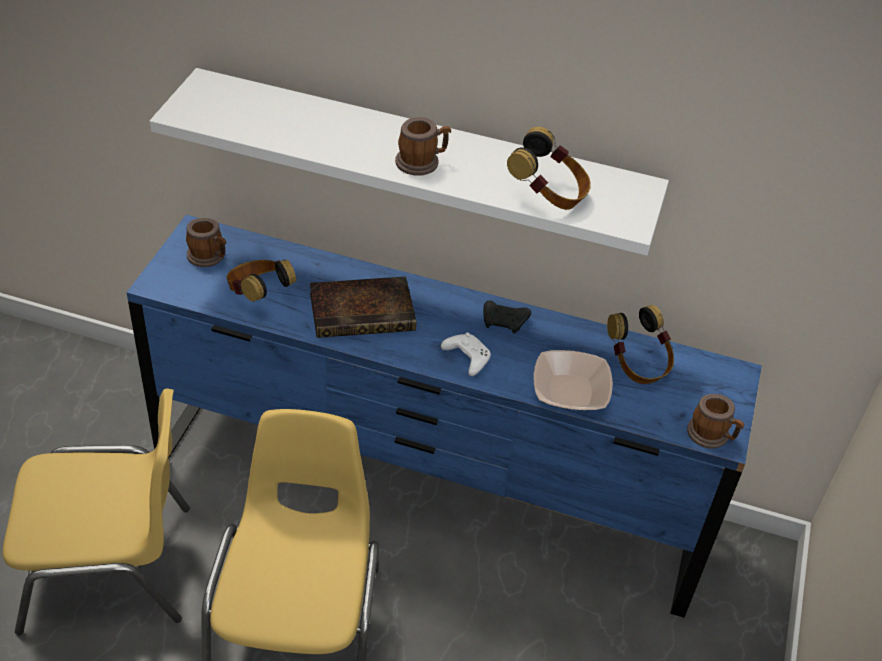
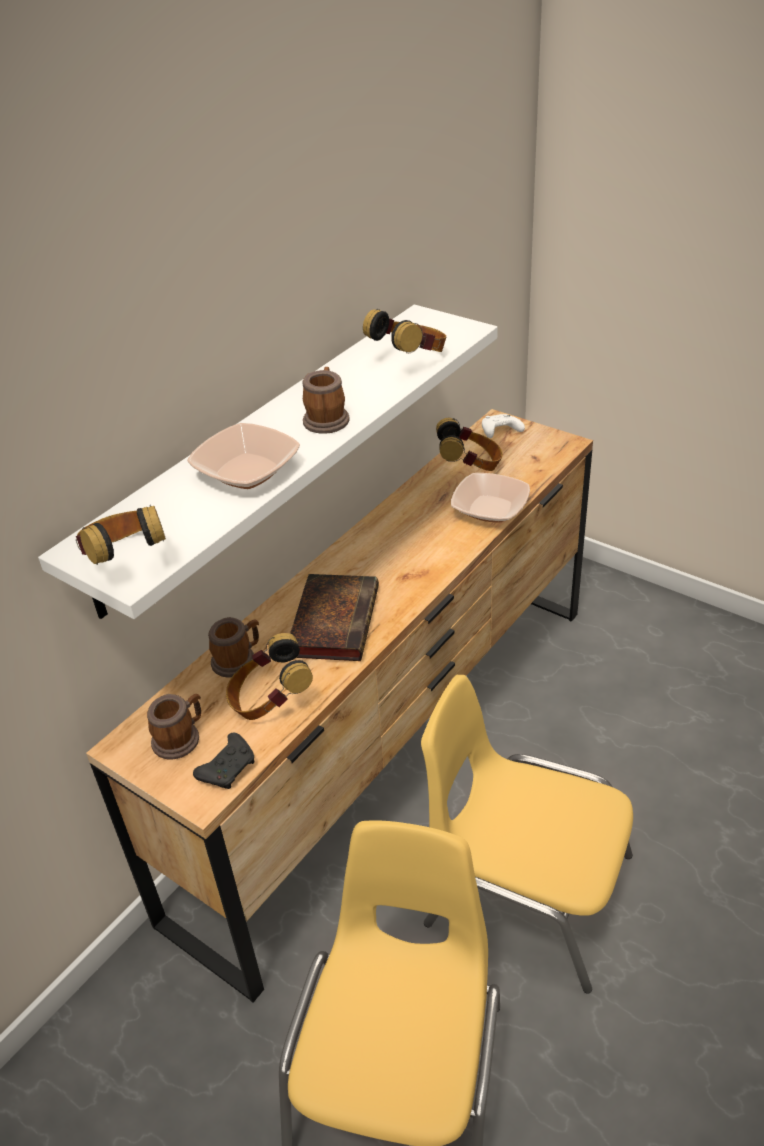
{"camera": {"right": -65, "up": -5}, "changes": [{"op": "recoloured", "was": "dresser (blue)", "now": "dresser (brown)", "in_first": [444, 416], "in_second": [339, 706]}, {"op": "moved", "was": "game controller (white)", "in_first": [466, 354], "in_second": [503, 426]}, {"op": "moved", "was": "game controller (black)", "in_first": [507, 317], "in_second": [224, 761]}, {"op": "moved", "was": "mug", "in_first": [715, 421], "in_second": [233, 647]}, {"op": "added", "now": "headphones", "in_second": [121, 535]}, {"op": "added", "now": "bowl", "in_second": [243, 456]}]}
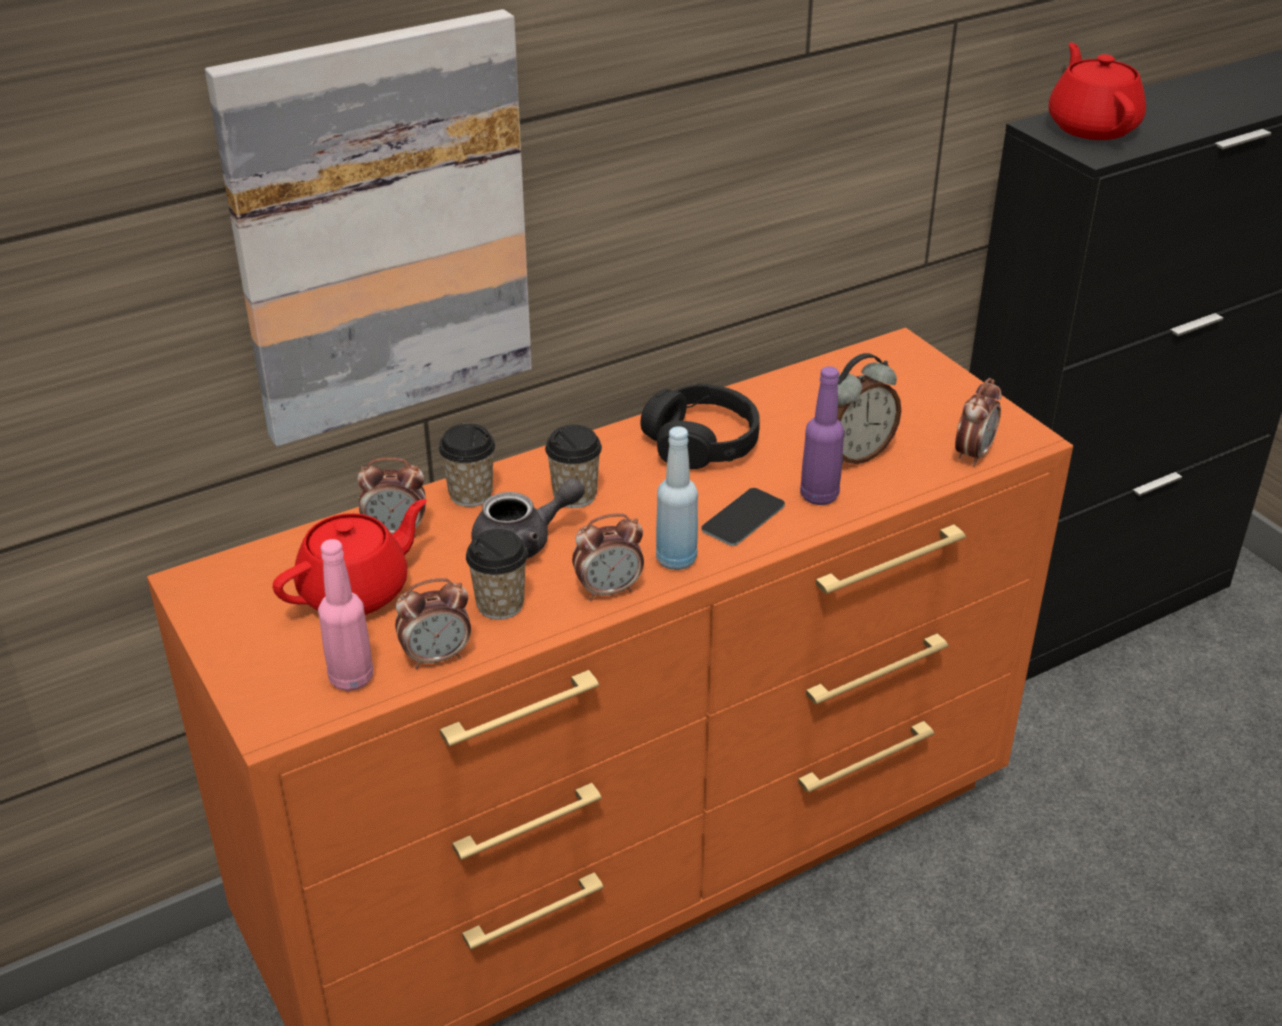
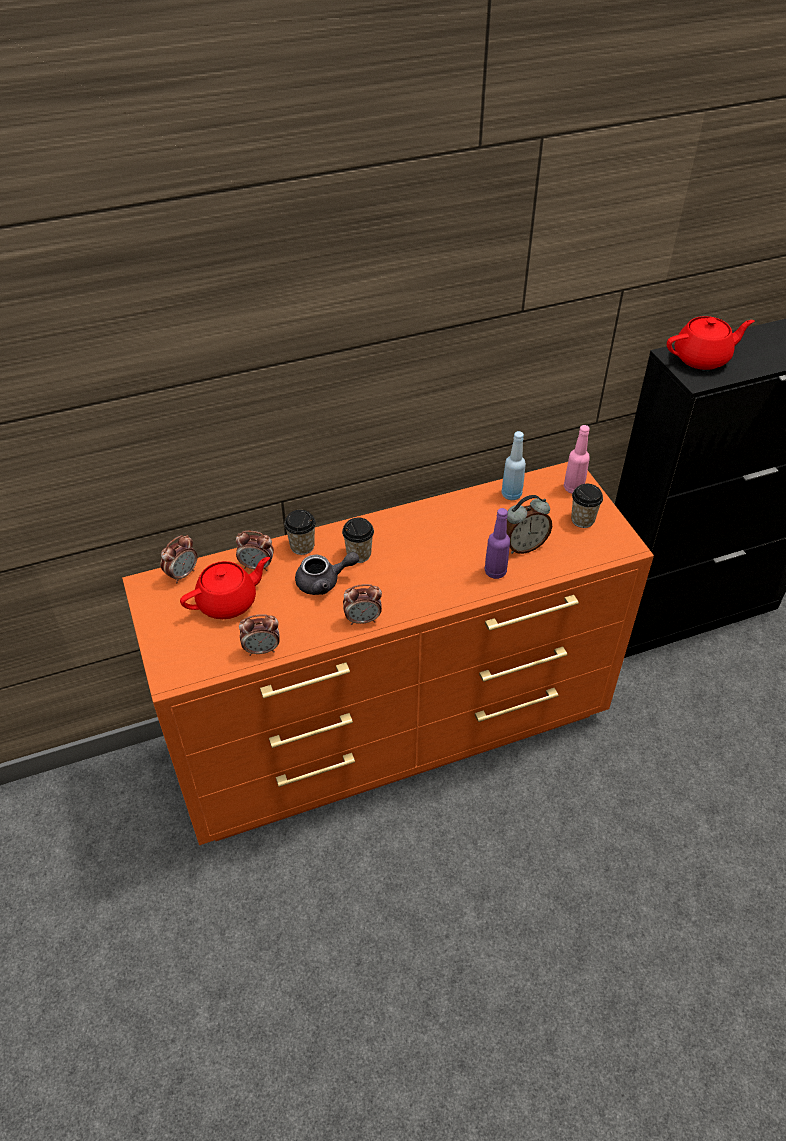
{"camera": {"right": 10, "up": 10}, "changes": [{"op": "removed", "was": "picture", "in_first": [368, 227]}, {"op": "moved", "was": "bottle (pink)", "in_first": [345, 615], "in_second": [577, 459]}, {"op": "moved", "was": "cup", "in_first": [497, 574], "in_second": [587, 506]}, {"op": "removed", "was": "headphones (black)", "in_first": [700, 426]}, {"op": "moved", "was": "bottle (blue)", "in_first": [677, 498], "in_second": [513, 465]}, {"op": "removed", "was": "phone", "in_first": [743, 517]}, {"op": "moved", "was": "alarm clock", "in_first": [978, 422], "in_second": [178, 559]}, {"op": "turned", "was": "teapot (red)", "in_first": [1097, 91], "in_second": [711, 343], "clockwise": 75}]}
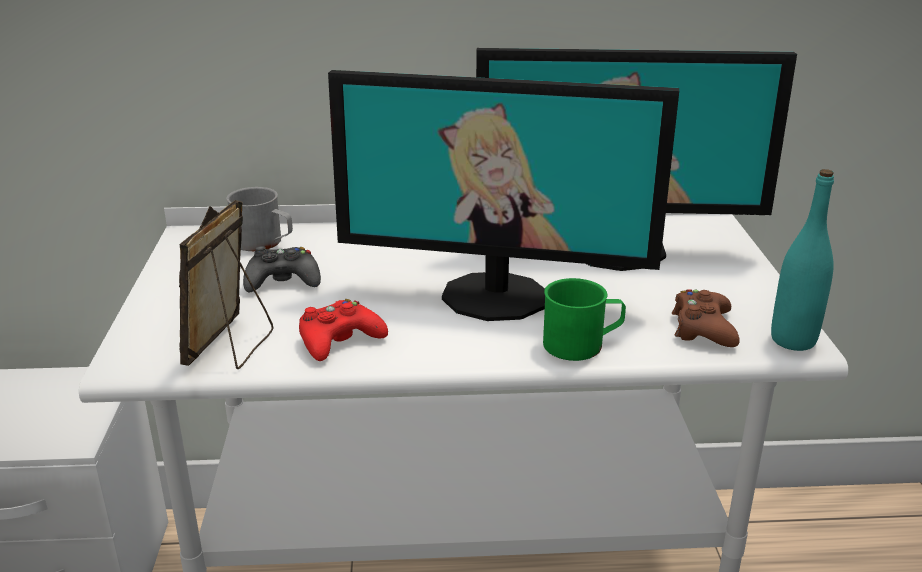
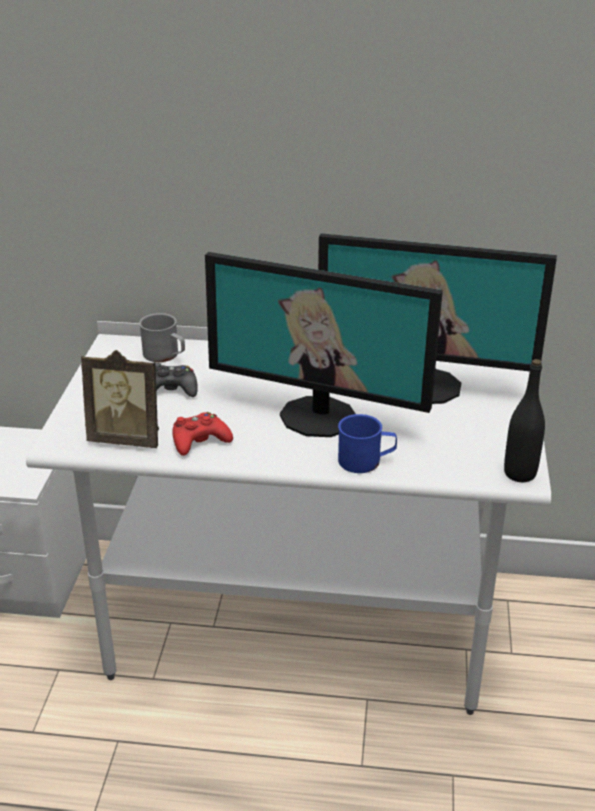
{"camera": {"right": 10, "up": 5}, "changes": [{"op": "turned", "was": "picture frame", "in_first": [226, 284], "in_second": [120, 399], "clockwise": -105}, {"op": "recoloured", "was": "mug (green)", "now": "mug (blue)", "in_first": [584, 319], "in_second": [367, 443]}, {"op": "removed", "was": "game controller (brown)", "in_first": [706, 318]}, {"op": "recoloured", "was": "bottle (turquoise)", "now": "bottle (black)", "in_first": [802, 260], "in_second": [524, 420]}]}
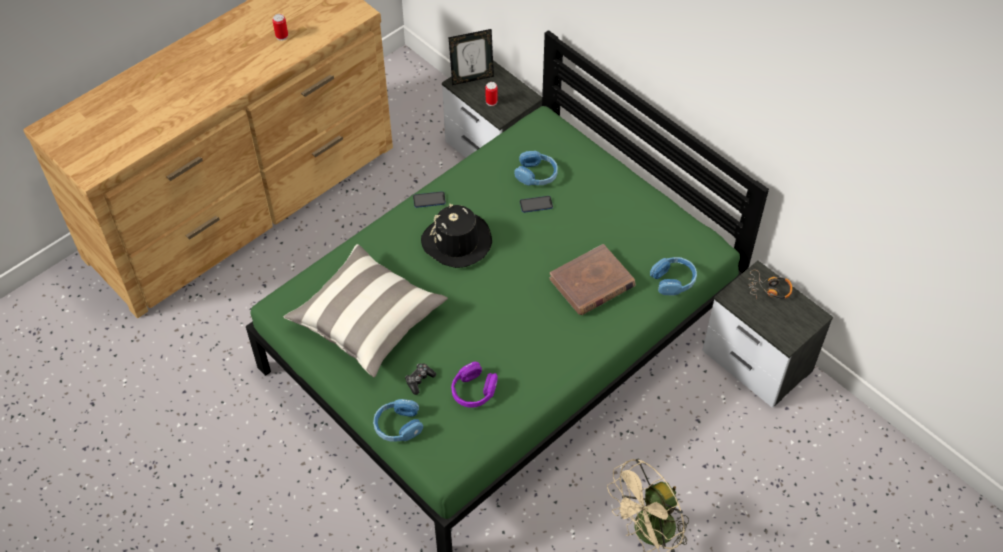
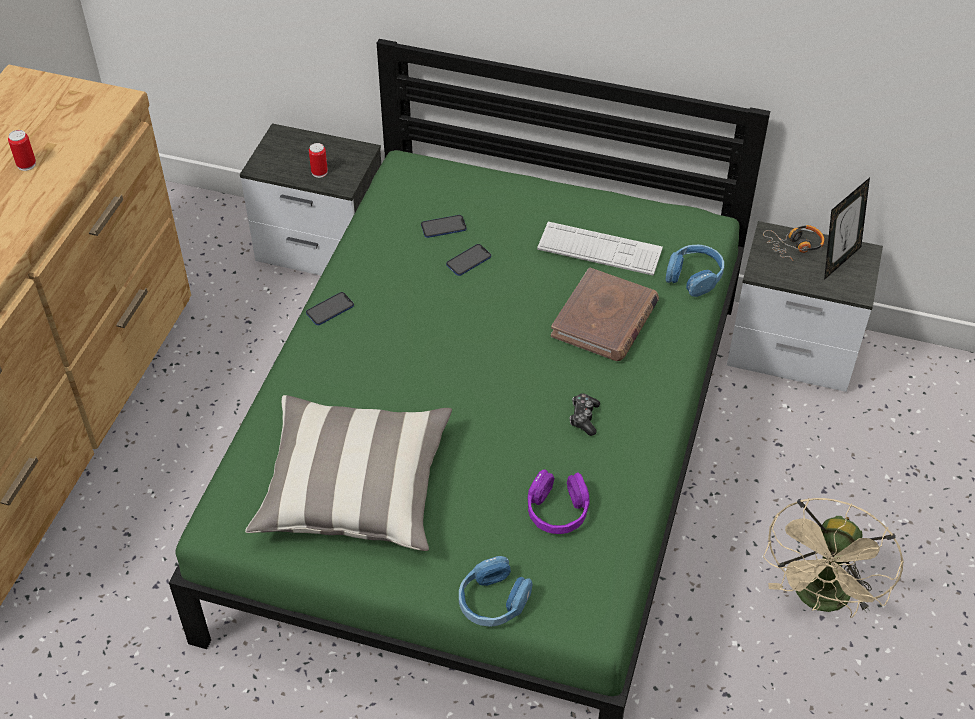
{"camera": {"right": -30, "up": -5}, "changes": [{"op": "moved", "was": "game controller", "in_first": [420, 379], "in_second": [584, 414]}, {"op": "removed", "was": "hat (black)", "in_first": [456, 236]}, {"op": "moved", "was": "picture frame", "in_first": [471, 57], "in_second": [847, 228]}, {"op": "replaced", "was": "headphones (blue)", "now": "phone", "in_first": [536, 168], "in_second": [444, 226]}, {"op": "added", "now": "keyboard", "in_second": [600, 249]}]}
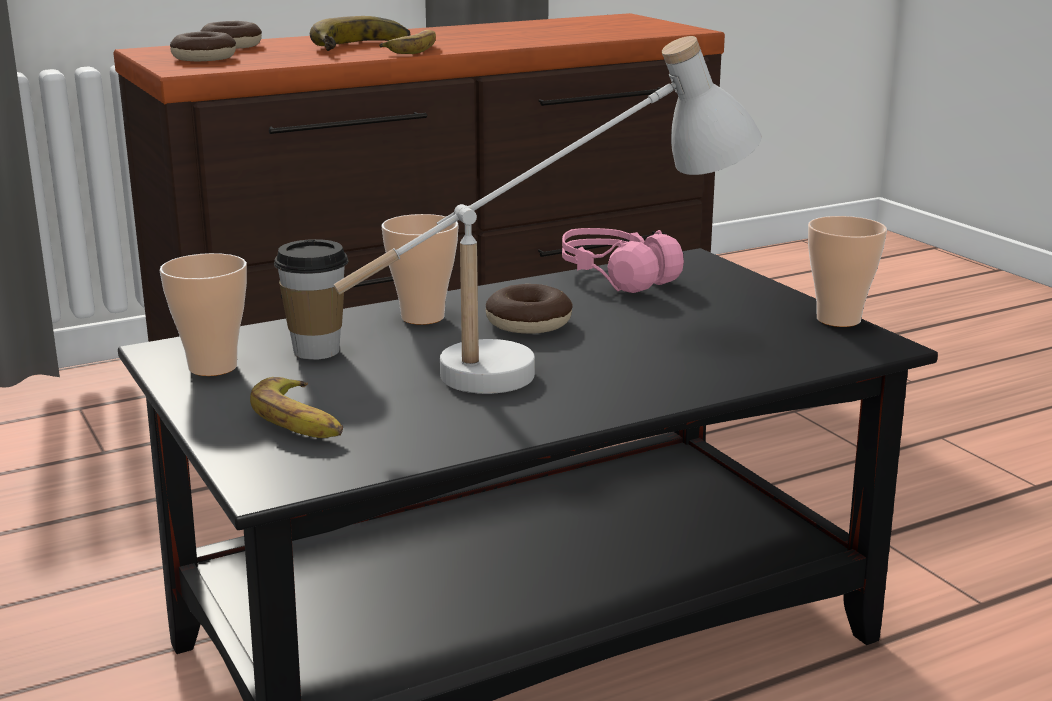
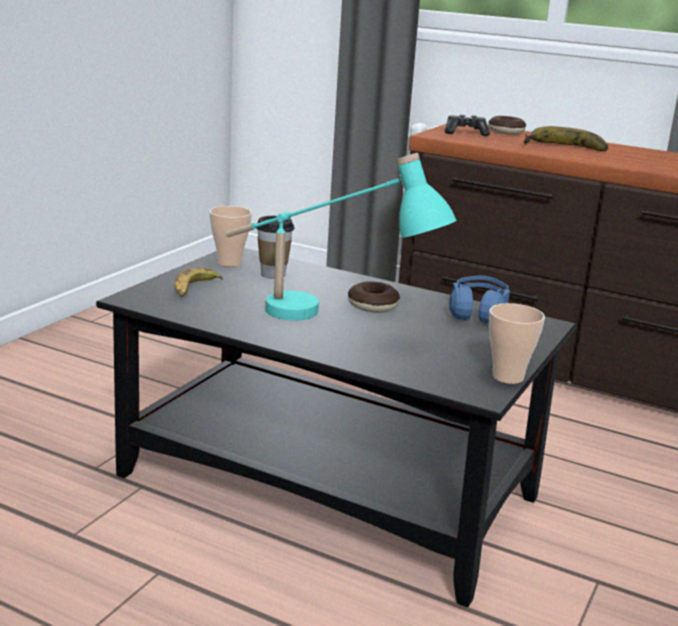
{"camera": {"right": 55, "up": 0}, "changes": [{"op": "replaced", "was": "donut", "now": "game controller", "in_first": [203, 46], "in_second": [467, 125]}, {"op": "recoloured", "was": "table lamp (white)", "now": "table lamp (turquoise)", "in_first": [547, 215], "in_second": [341, 236]}, {"op": "removed", "was": "banana", "in_first": [407, 42]}, {"op": "removed", "was": "cup", "in_first": [420, 269]}, {"op": "recoloured", "was": "headphones (pink)", "now": "headphones (blue)", "in_first": [623, 260], "in_second": [479, 300]}]}
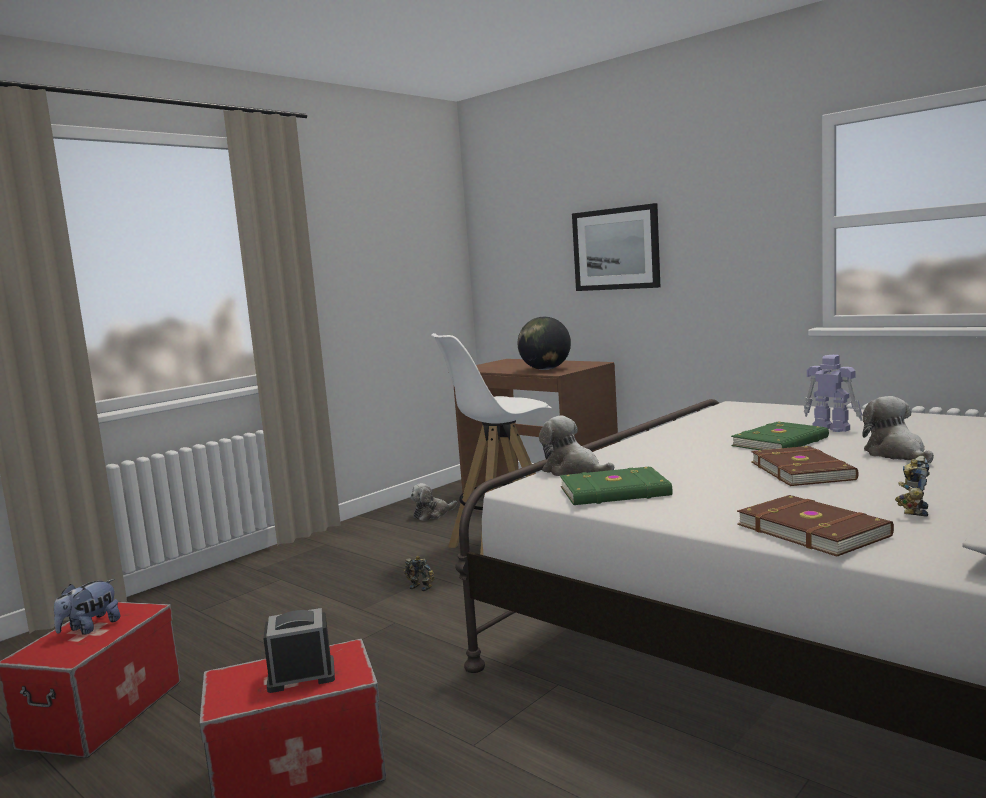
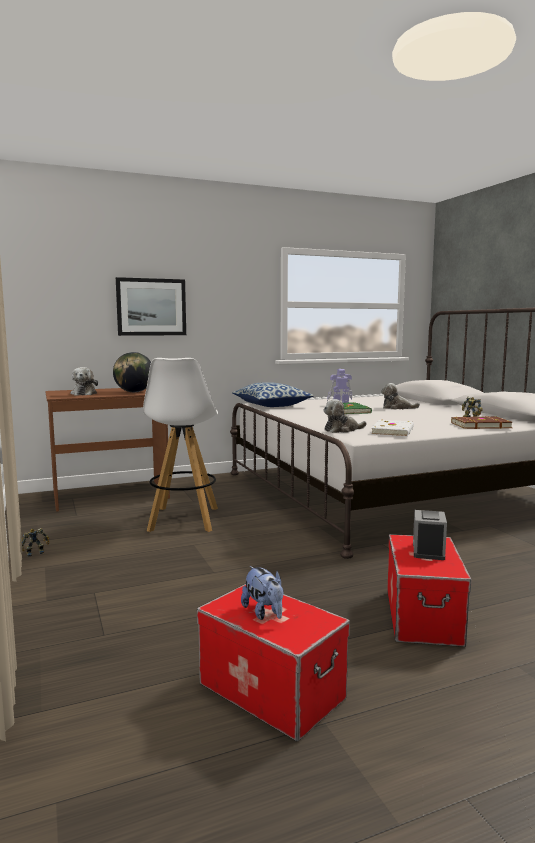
{"camera": {"right": -65, "up": 0}, "changes": [{"op": "moved", "was": "toy robot", "in_first": [419, 574], "in_second": [36, 542]}, {"op": "moved", "was": "plush toy", "in_first": [433, 502], "in_second": [84, 381]}, {"op": "recoloured", "was": "book (green)", "now": "book (white)", "in_first": [616, 486], "in_second": [392, 428]}, {"op": "removed", "was": "book (brown)", "in_first": [805, 466]}, {"op": "added", "now": "pillow", "in_second": [273, 394]}]}
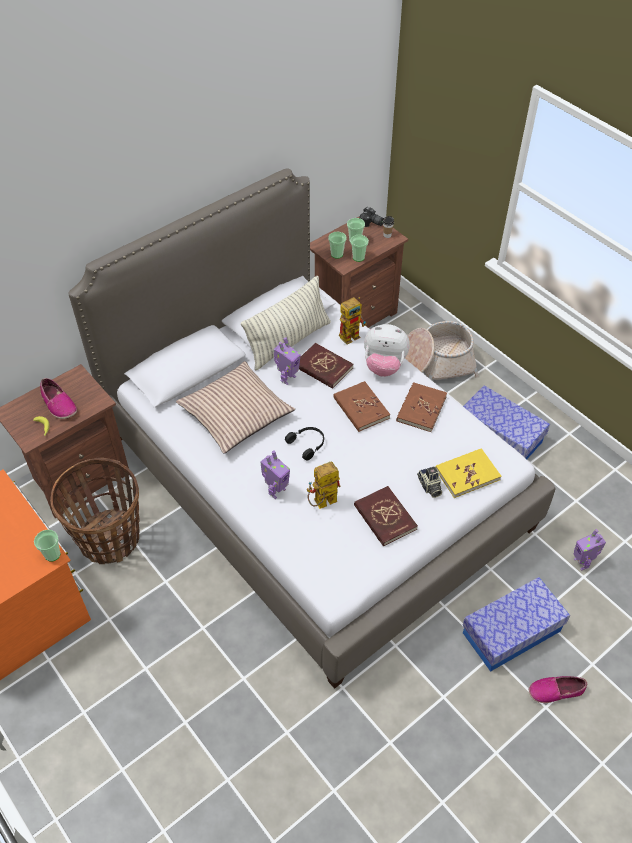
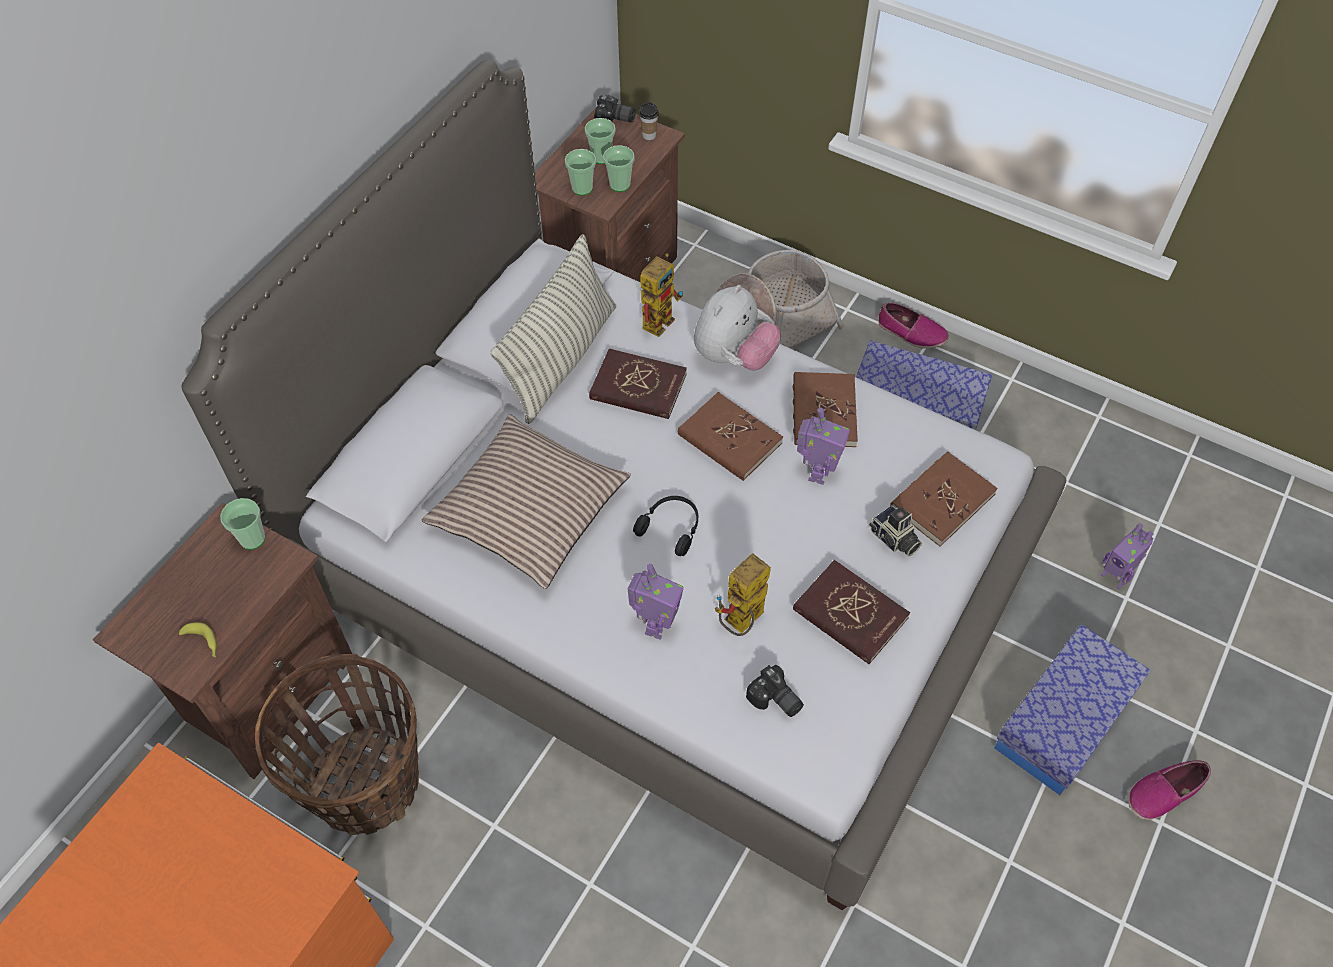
{"camera": {"right": -20, "up": 5}, "changes": [{"op": "moved", "was": "cup", "in_first": [47, 546], "in_second": [242, 524]}, {"op": "moved", "was": "shoe", "in_first": [58, 398], "in_second": [913, 326]}, {"op": "moved", "was": "toy robot", "in_first": [287, 361], "in_second": [823, 446]}, {"op": "turned", "was": "plush toy", "in_first": [387, 350], "in_second": [737, 327], "clockwise": -45}, {"op": "recoloured", "was": "book (yellow)", "now": "book (brown)", "in_first": [468, 473], "in_second": [944, 499]}, {"op": "added", "now": "photo camera", "in_second": [775, 691]}]}
